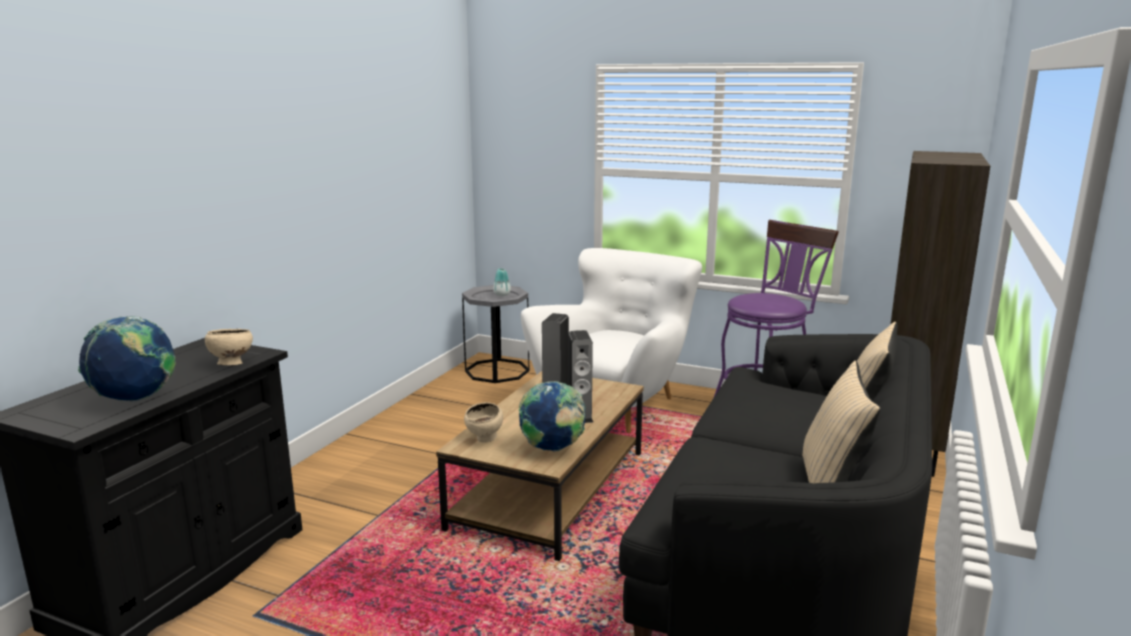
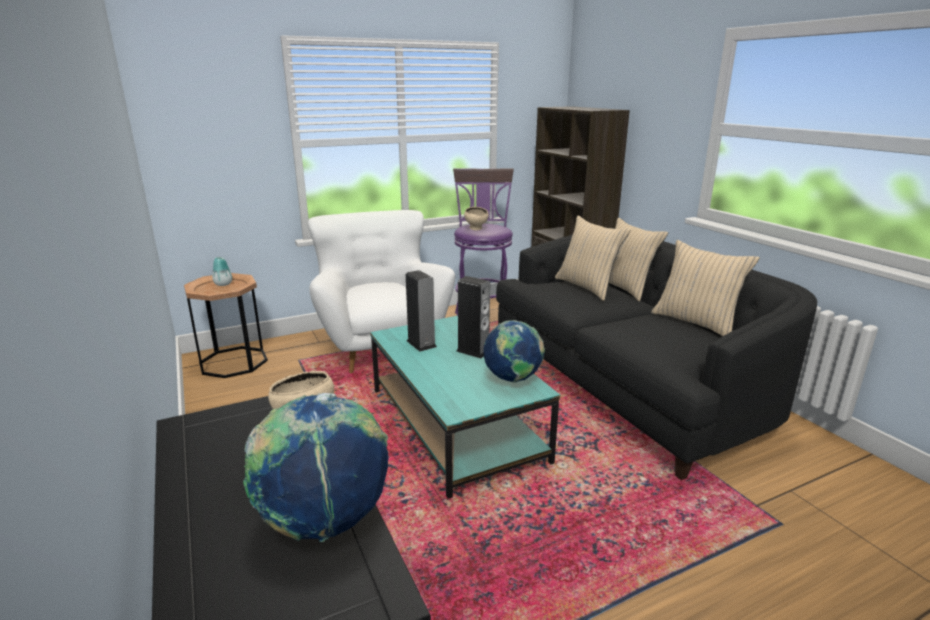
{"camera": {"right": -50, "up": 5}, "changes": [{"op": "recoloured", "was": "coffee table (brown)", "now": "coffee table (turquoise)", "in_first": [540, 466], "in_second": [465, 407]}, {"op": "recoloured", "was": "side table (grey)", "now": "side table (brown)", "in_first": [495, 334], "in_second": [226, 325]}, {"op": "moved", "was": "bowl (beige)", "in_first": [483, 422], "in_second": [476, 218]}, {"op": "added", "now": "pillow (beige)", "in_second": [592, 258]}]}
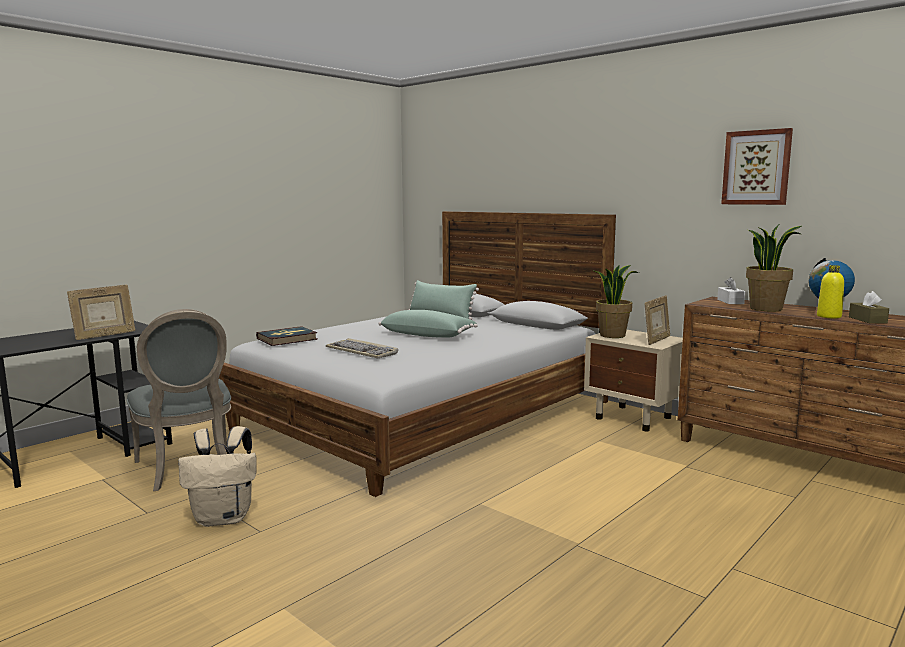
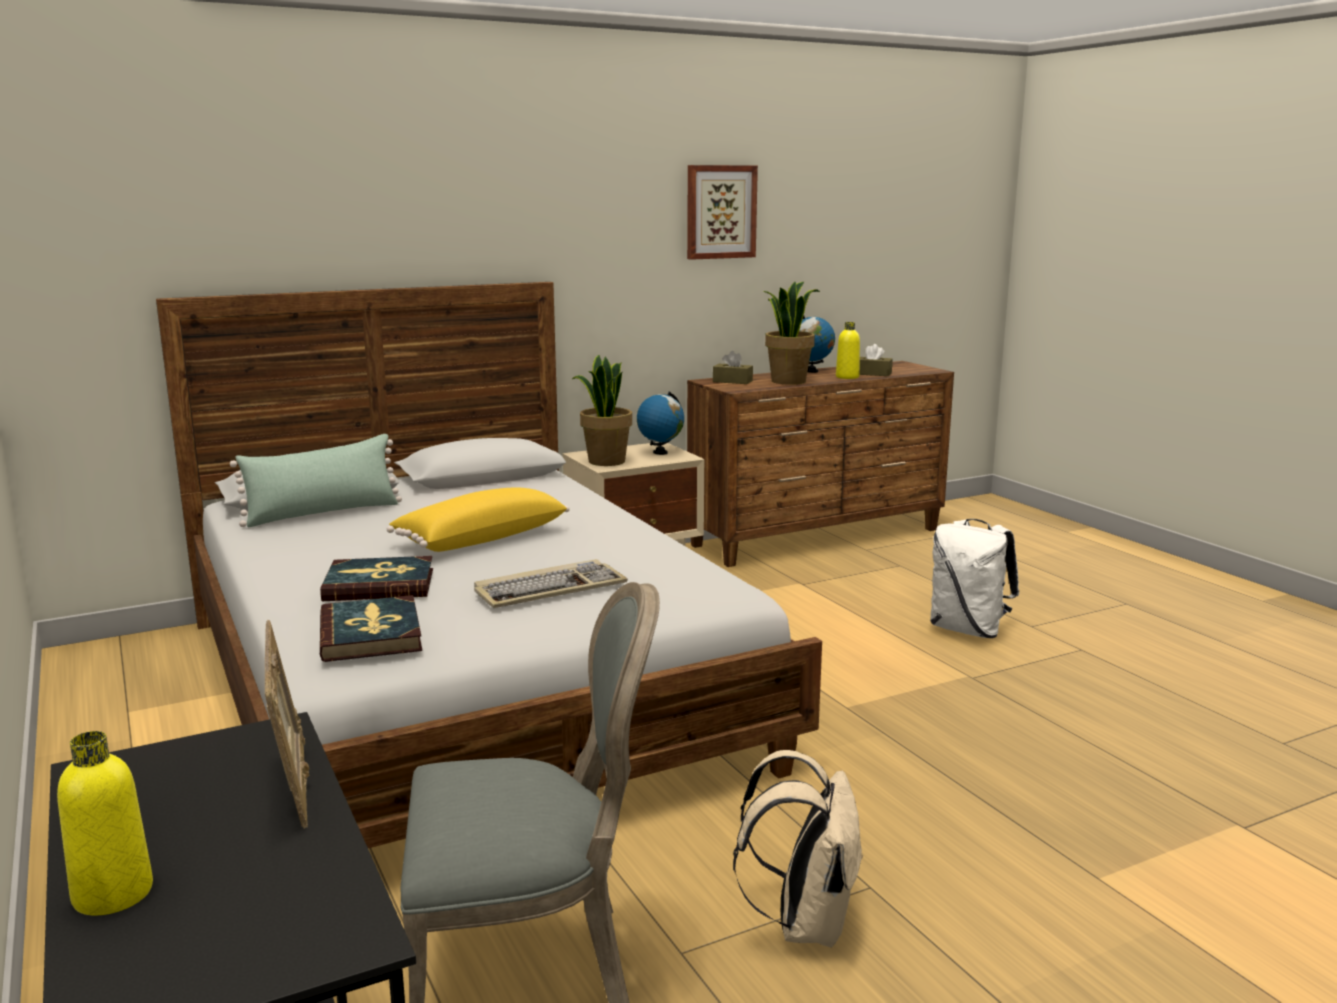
{"camera": {"right": -70, "up": 5}, "changes": [{"op": "recoloured", "was": "pillow (green)", "now": "pillow (yellow)", "in_first": [428, 324], "in_second": [478, 519]}, {"op": "replaced", "was": "picture frame", "now": "globe", "in_first": [657, 320], "in_second": [660, 423]}, {"op": "recoloured", "was": "tissue box (white)", "now": "tissue box (brown)", "in_first": [731, 290], "in_second": [733, 367]}, {"op": "added", "now": "bottle (yellow)", "in_second": [105, 823]}, {"op": "added", "now": "book", "in_second": [376, 578]}, {"op": "added", "now": "backpack (white)", "in_second": [974, 578]}]}
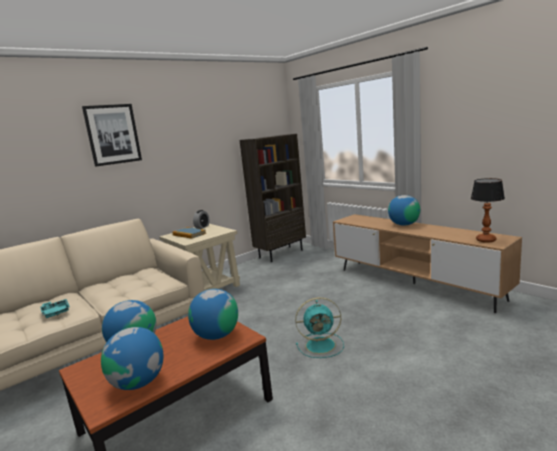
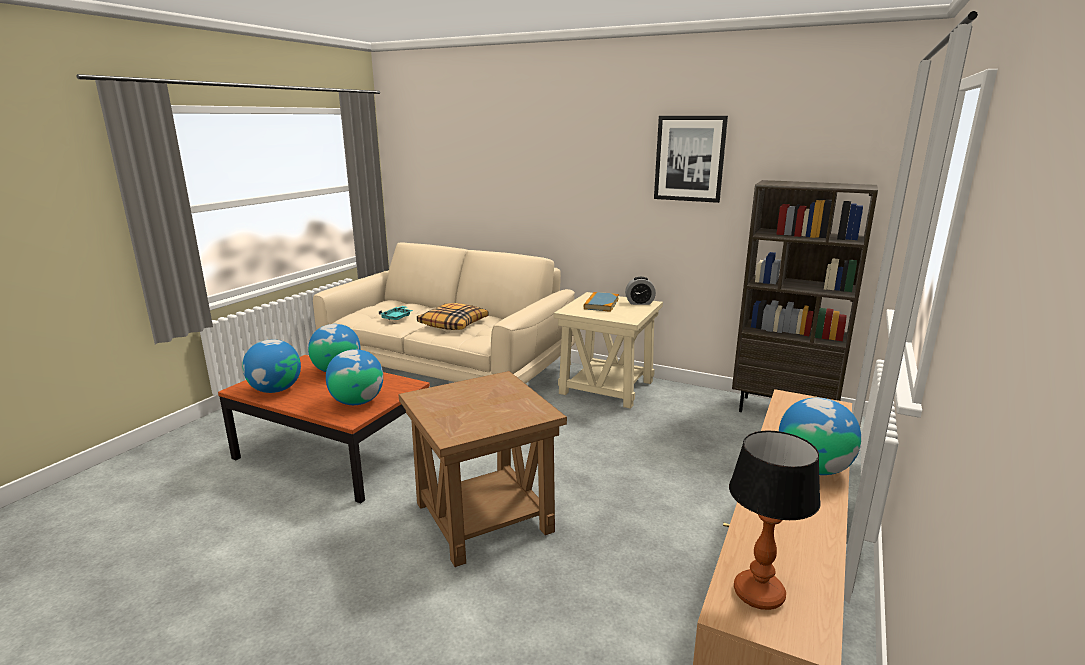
{"camera": {"right": 65, "up": 5}, "changes": [{"op": "moved", "was": "picture", "in_first": [112, 135], "in_second": [691, 159]}, {"op": "replaced", "was": "fan (turquoise)", "now": "side table (brown)", "in_first": [319, 327], "in_second": [482, 469]}, {"op": "added", "now": "pillow", "in_second": [453, 316]}]}
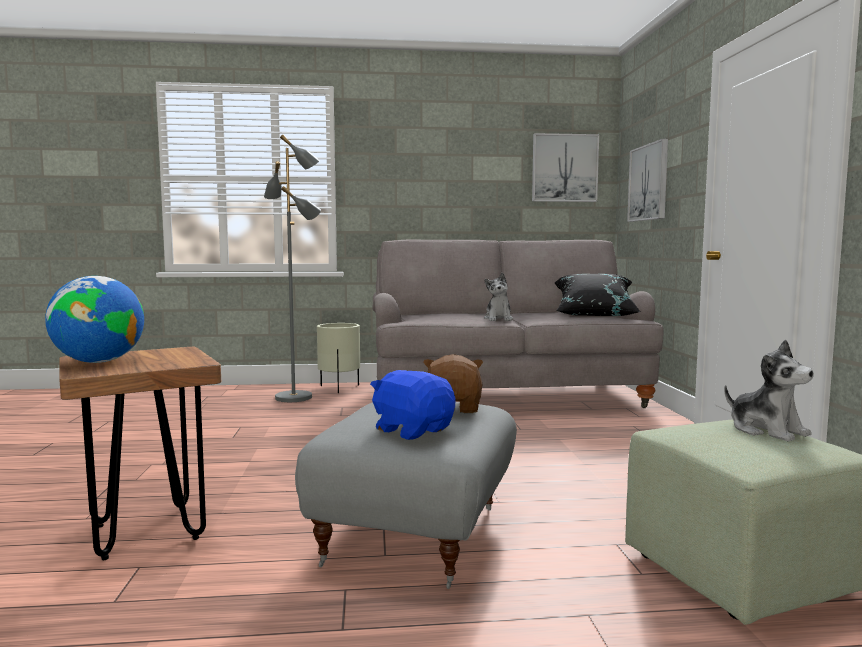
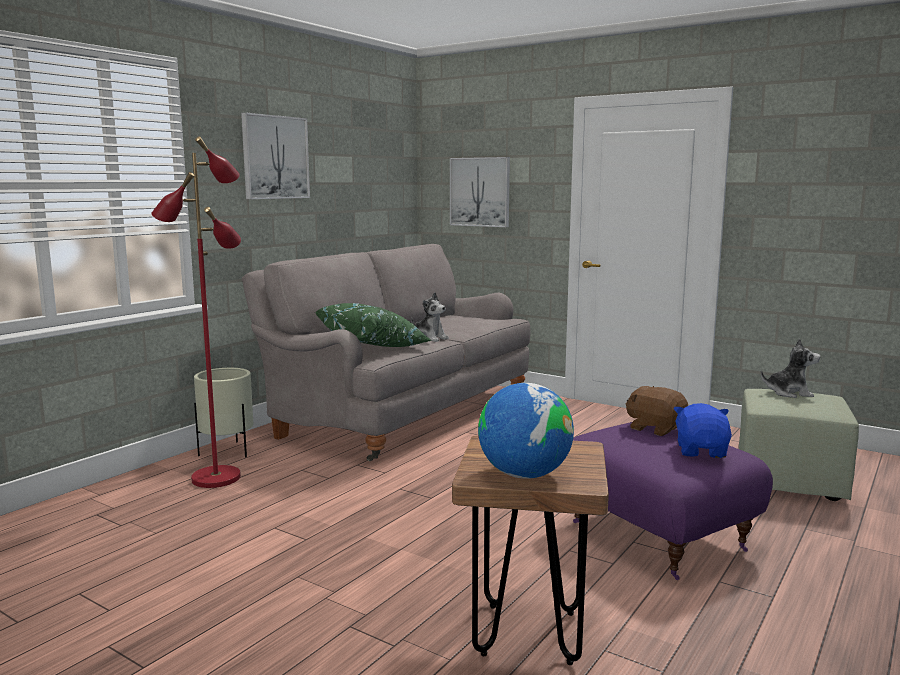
{"camera": {"right": -50, "up": 5}, "changes": [{"op": "recoloured", "was": "floor lamp (grey)", "now": "floor lamp (red)", "in_first": [292, 268], "in_second": [196, 312]}, {"op": "recoloured", "was": "ottoman (grey)", "now": "ottoman (purple)", "in_first": [406, 495], "in_second": [673, 501]}, {"op": "turned", "was": "plush toy (blue)", "in_first": [413, 405], "in_second": [702, 430], "clockwise": 105}, {"op": "moved", "was": "picture", "in_first": [565, 167], "in_second": [275, 155]}, {"op": "removed", "was": "pillow (black)", "in_first": [597, 295]}, {"op": "added", "now": "pillow (green)", "in_second": [373, 325]}]}
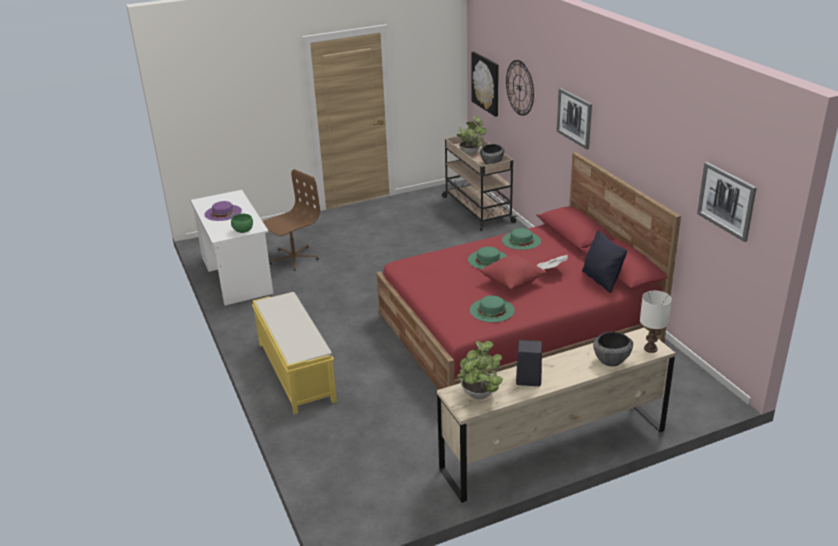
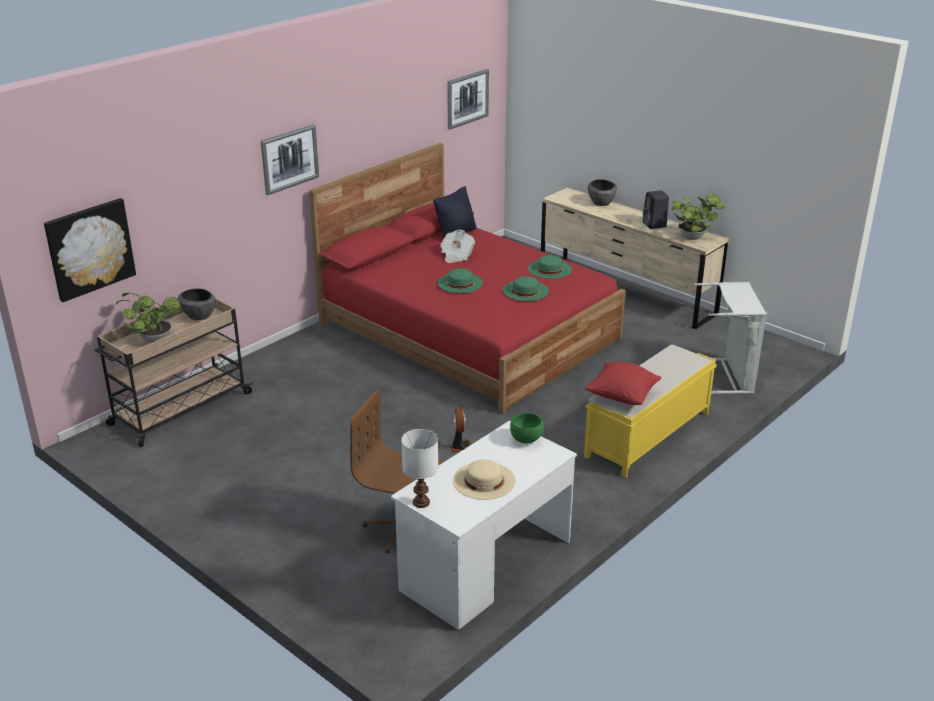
{"camera": {"right": -115, "up": 0}, "changes": [{"op": "recoloured", "was": "hat (purple)", "now": "hat (beige)", "in_first": [223, 211], "in_second": [484, 479]}, {"op": "moved", "was": "pillow (red)", "in_first": [513, 272], "in_second": [623, 383]}, {"op": "moved", "was": "hat (green)", "in_first": [521, 239], "in_second": [526, 288]}, {"op": "removed", "was": "wall clock", "in_first": [520, 88]}, {"op": "moved", "was": "table lamp (white)", "in_first": [656, 322], "in_second": [419, 468]}, {"op": "added", "now": "fan", "in_second": [461, 430]}, {"op": "added", "now": "laundry basket (grey)", "in_second": [730, 338]}]}
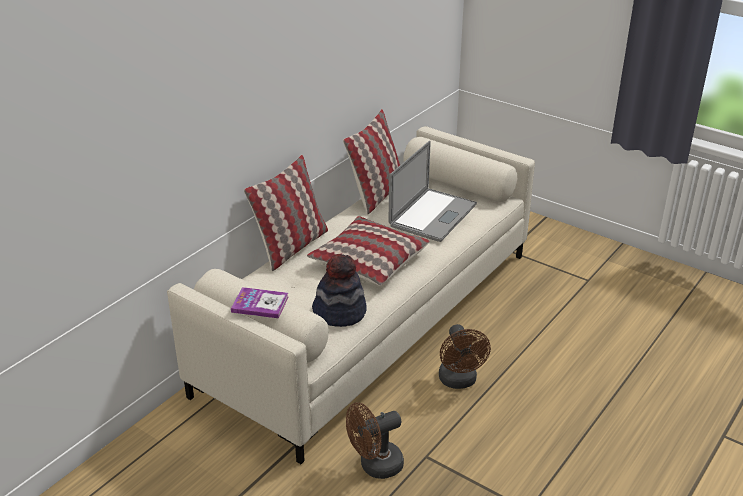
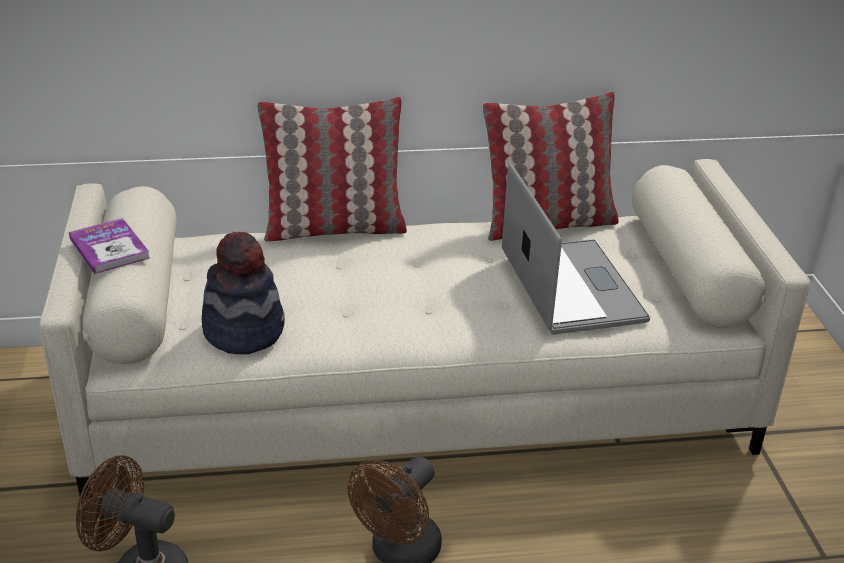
{"camera": {"right": 45, "up": 0}, "changes": [{"op": "removed", "was": "pillow", "in_first": [368, 251]}, {"op": "turned", "was": "laptop", "in_first": [433, 191], "in_second": [576, 249], "clockwise": -90}]}
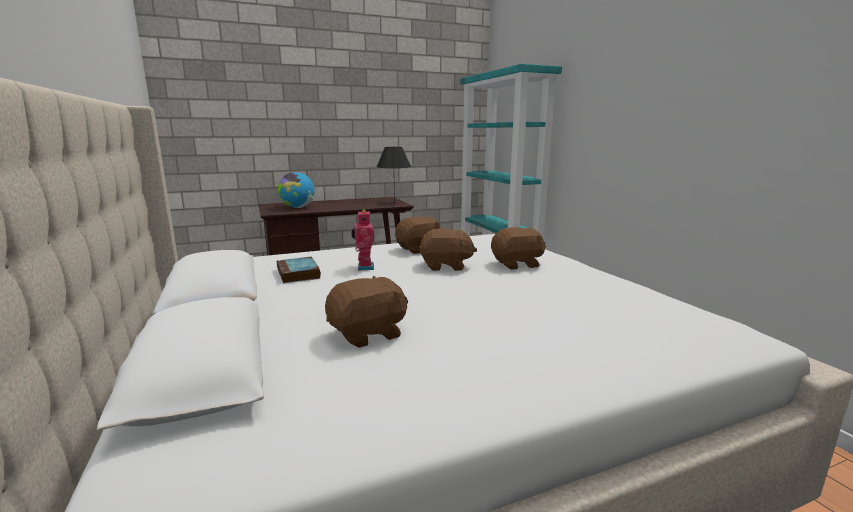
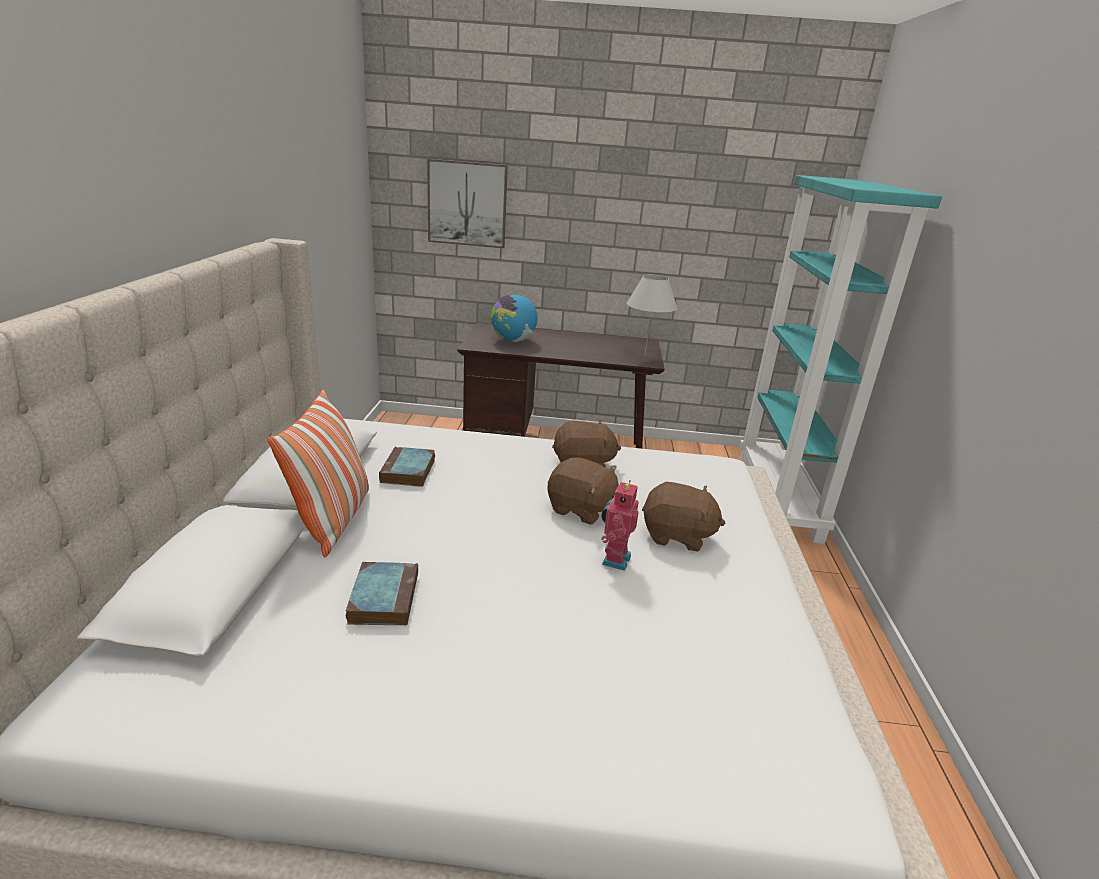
{"camera": {"right": 25, "up": 10}, "changes": [{"op": "replaced", "was": "plush toy (brown)", "now": "book", "in_first": [366, 312], "in_second": [382, 593]}, {"op": "moved", "was": "toy robot", "in_first": [362, 239], "in_second": [620, 525]}, {"op": "recoloured", "was": "table lamp (black)", "now": "table lamp (white)", "in_first": [394, 175], "in_second": [652, 314]}, {"op": "added", "now": "pillow", "in_second": [318, 473]}, {"op": "added", "now": "picture", "in_second": [467, 203]}]}
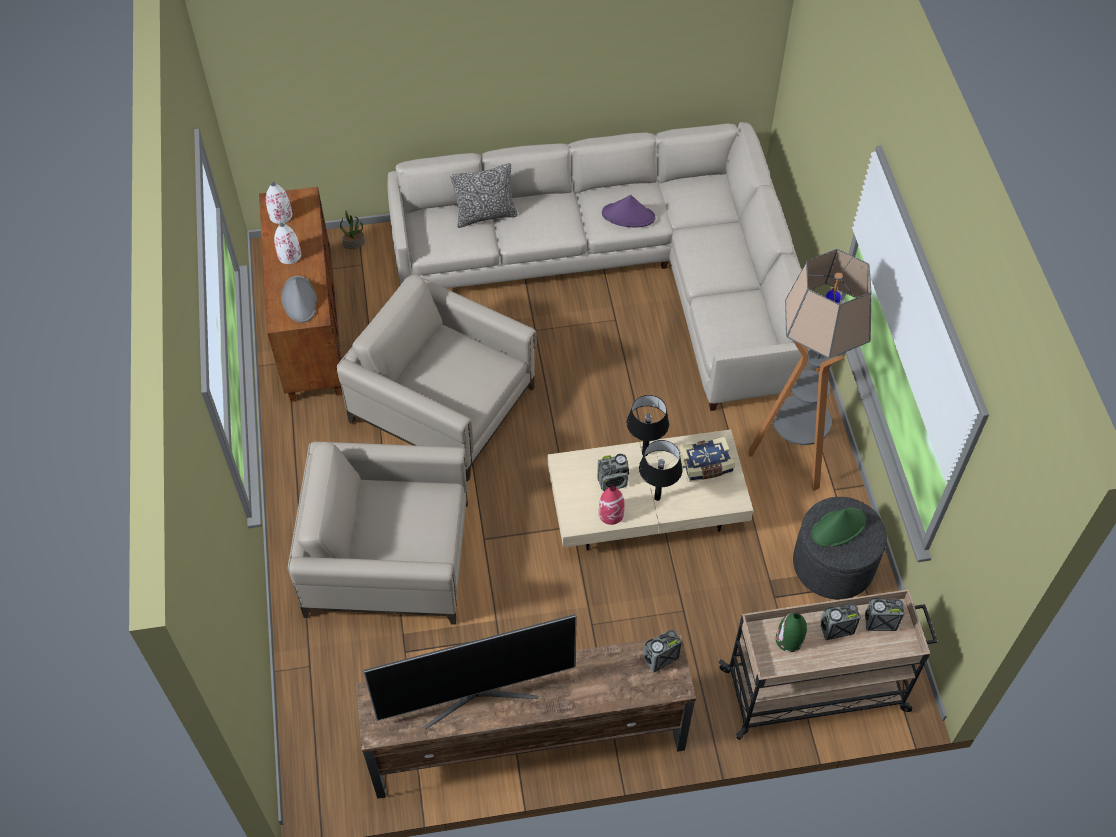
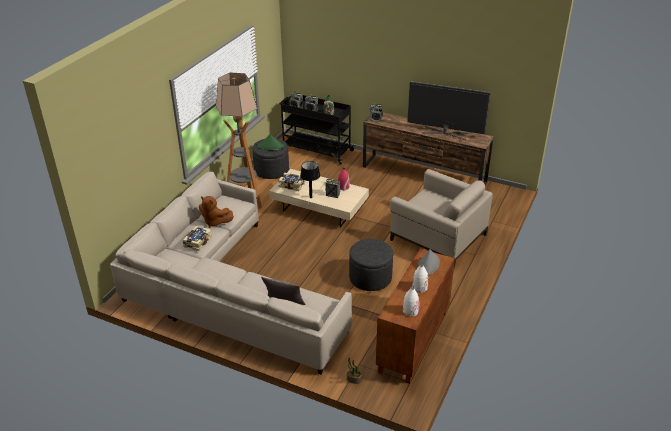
{"camera": {"right": -145, "up": -20}, "changes": [{"op": "replaced", "was": "armchair (beige)", "now": "ottoman (grey)", "in_first": [436, 378], "in_second": [371, 265]}, {"op": "removed", "was": "hat (purple)", "in_first": [628, 211]}, {"op": "removed", "was": "table lamp (black)", "in_first": [661, 470]}, {"op": "recoloured", "was": "cart (beige)", "now": "cart (black)", "in_first": [828, 664], "in_second": [317, 129]}, {"op": "added", "now": "book", "in_second": [197, 238]}, {"op": "added", "now": "plush toy (brown)", "in_second": [216, 212]}]}
